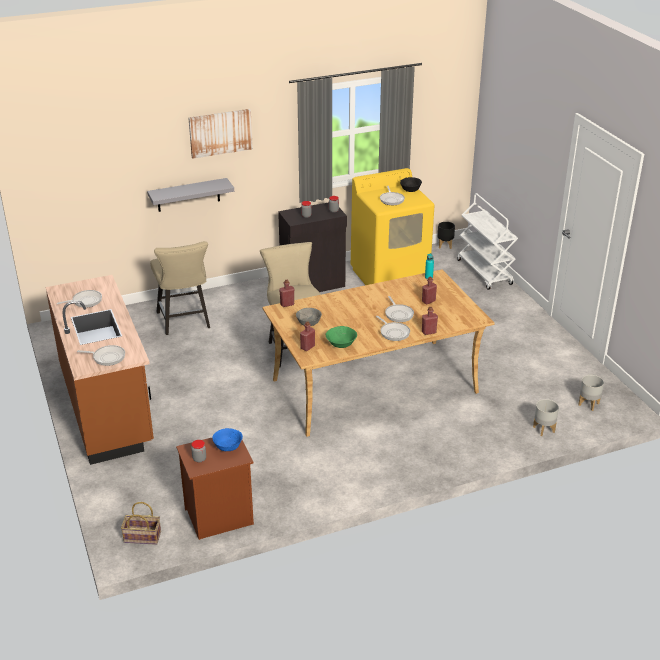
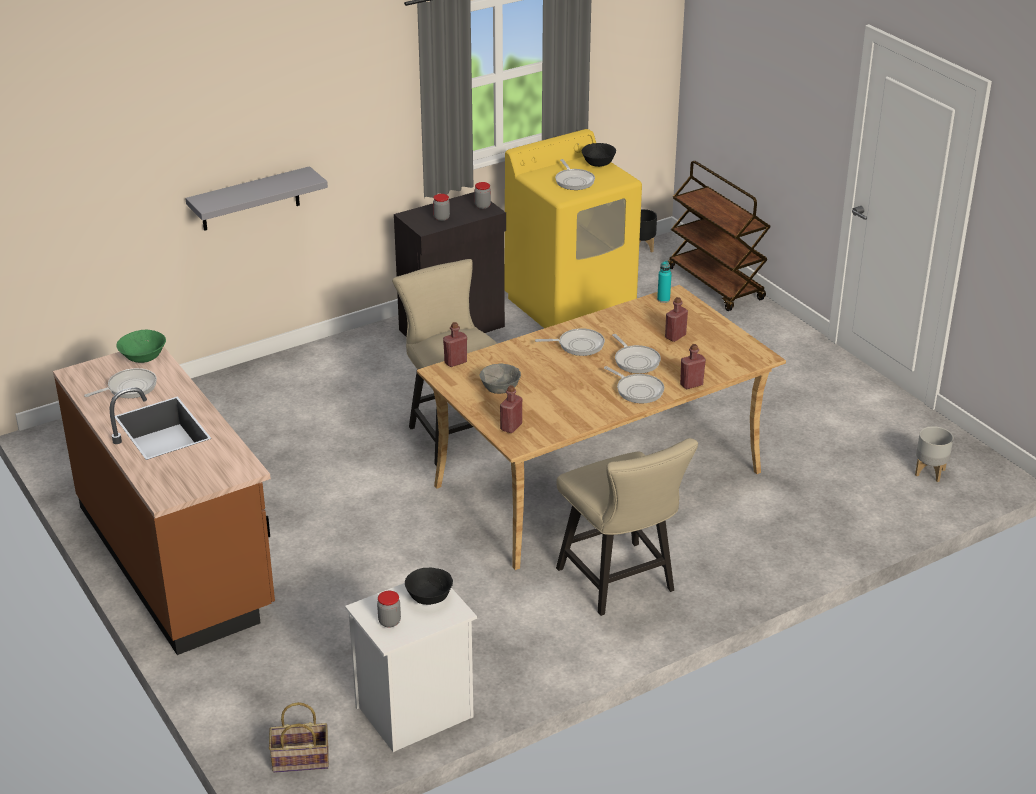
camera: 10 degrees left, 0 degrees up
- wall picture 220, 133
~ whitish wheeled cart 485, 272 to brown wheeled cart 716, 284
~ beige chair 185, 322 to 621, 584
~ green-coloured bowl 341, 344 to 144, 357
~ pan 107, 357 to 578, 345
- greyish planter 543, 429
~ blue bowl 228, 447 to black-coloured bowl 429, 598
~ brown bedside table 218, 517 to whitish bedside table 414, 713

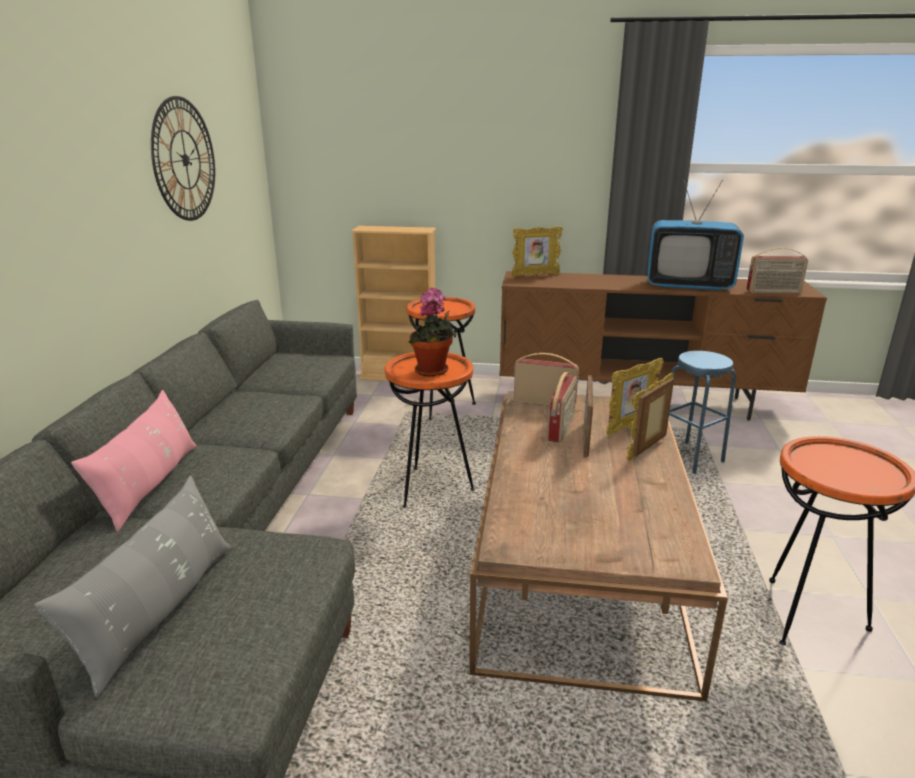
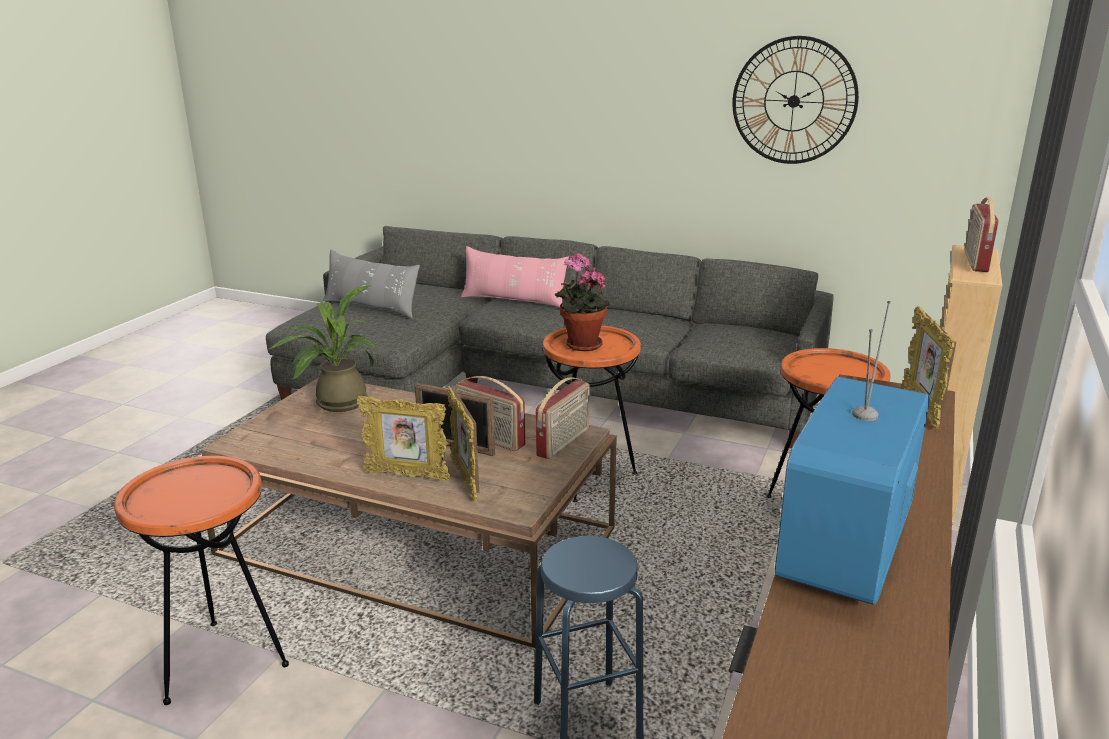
camera: 105 degrees right, 0 degrees up
~ radio 773, 292 to 974, 262
~ picture frame 647, 449 = 407, 476 135 degrees clockwise
+ potted plant 335, 404

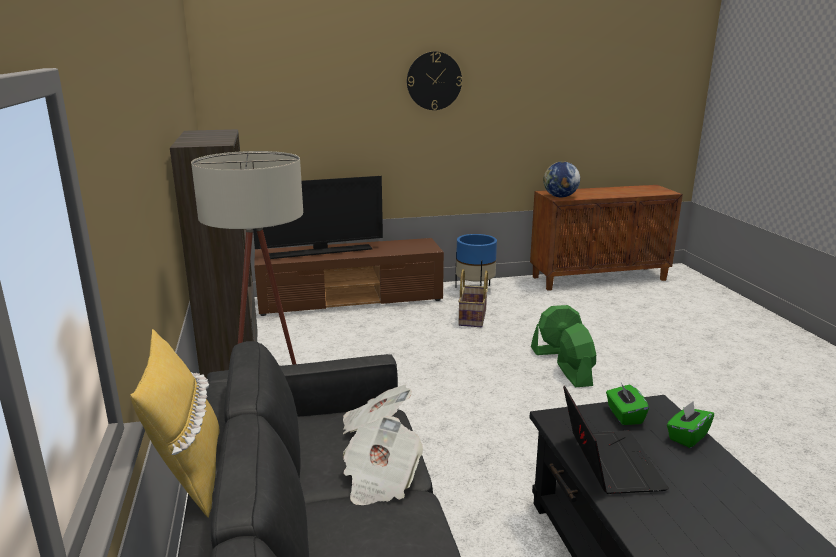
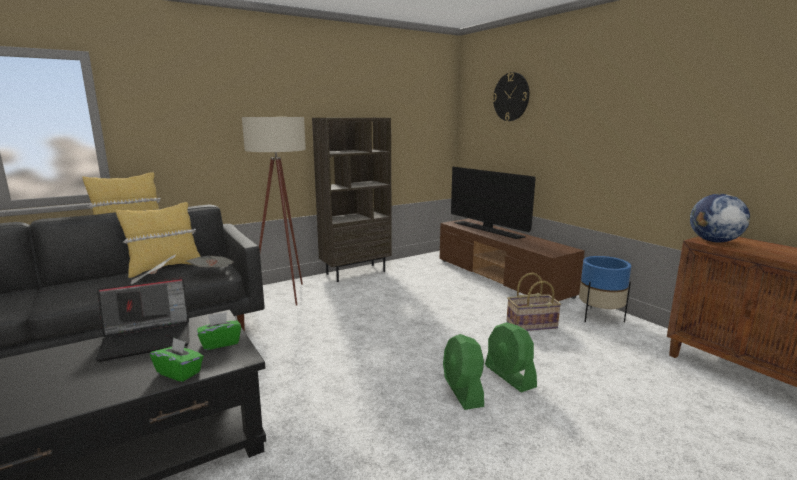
camera: 70 degrees right, 5 degrees down
~ clock on the wall 434, 81 to 511, 97
~ green-coloured fan 574, 374 = 462, 391 105 degrees clockwise
+ yellowish pillow 164, 268

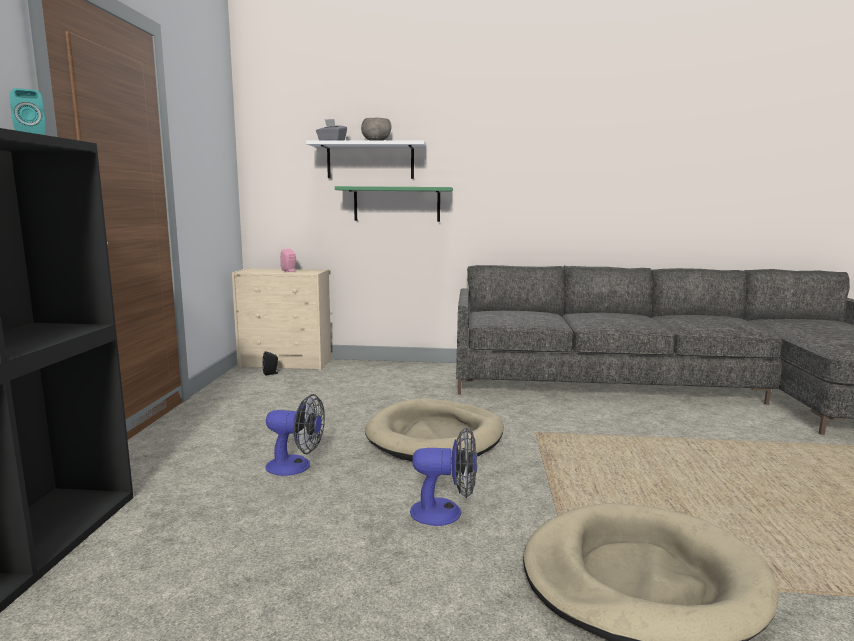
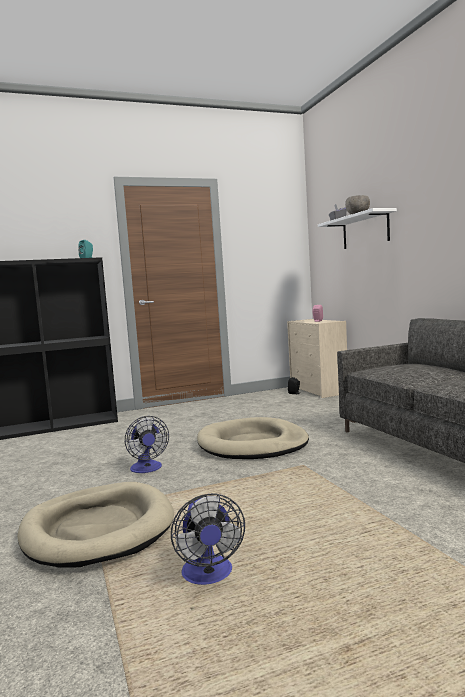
camera: 65 degrees right, 5 degrees down
- green-coloured shelf 397, 204
~ fan 296, 466 to 209, 576

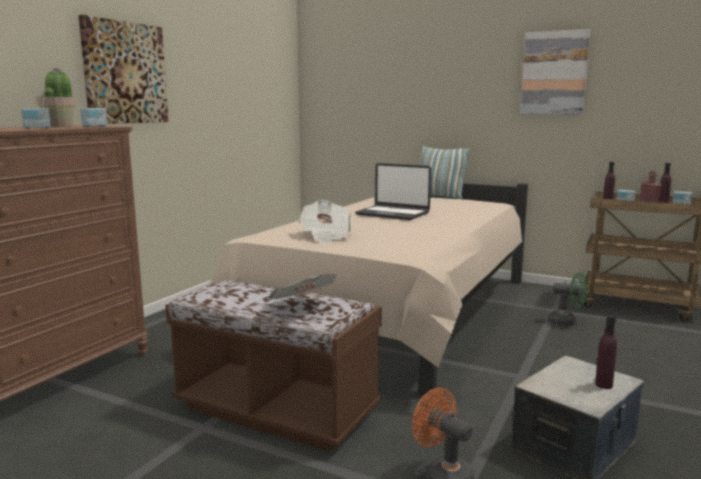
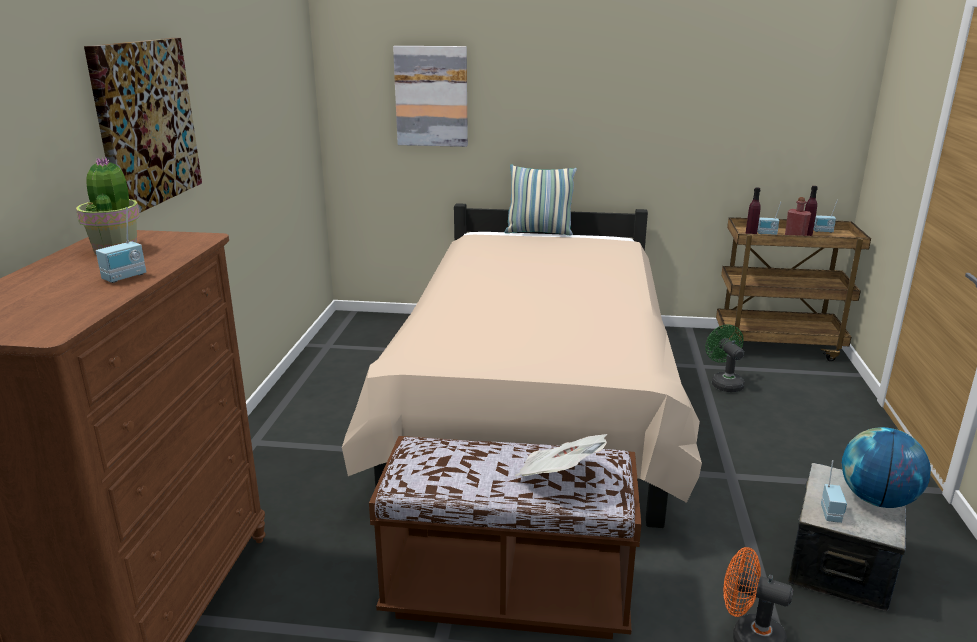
camera: 20 degrees left, 10 degrees up
~ wall picture 554, 73 to 431, 96
~ radio 95, 126 to 832, 514
- portable computer 393, 214
- daily paper 326, 236
~ green-coloured fan 567, 322 = 724, 383 105 degrees counterclockwise
~ purple drink bottle 603, 385 to globe 877, 500

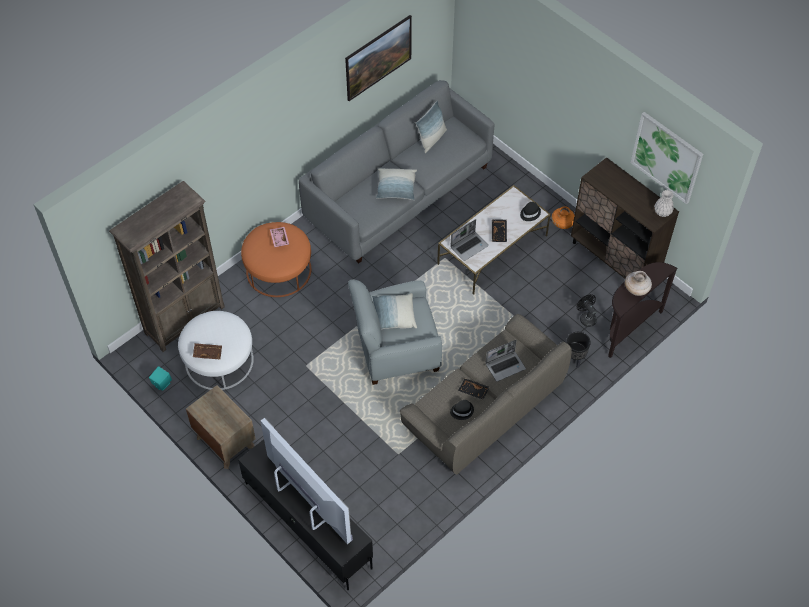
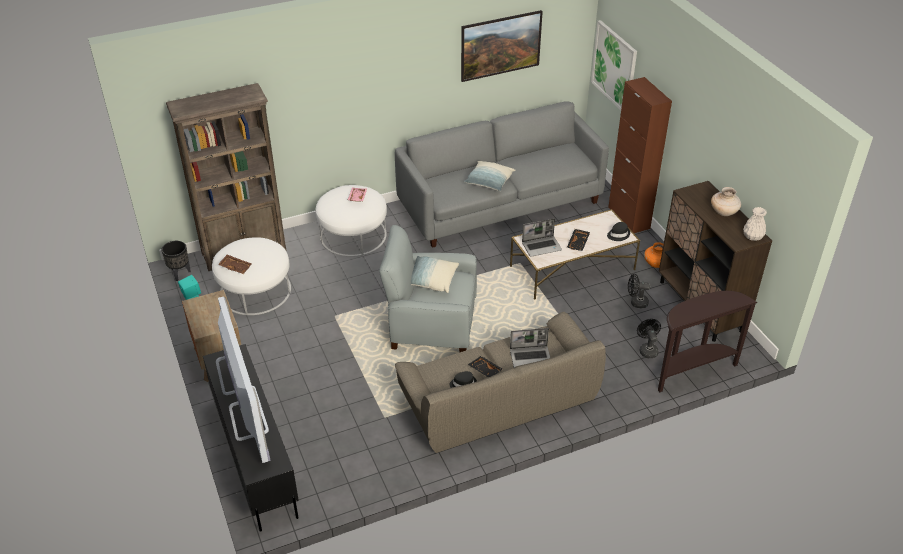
camera: 20 degrees right, 15 degrees down
- pillow 432, 139
~ wall picture 666, 157 to 614, 67
~ orange-coloured ottoman 278, 270 to whitish ottoman 353, 235
~ beige decorative vase 636, 289 to 724, 212
~ black-coloured planter 574, 359 to 179, 274
+ brown storage cabinet 629, 218
+ black-coloured fan 636, 302

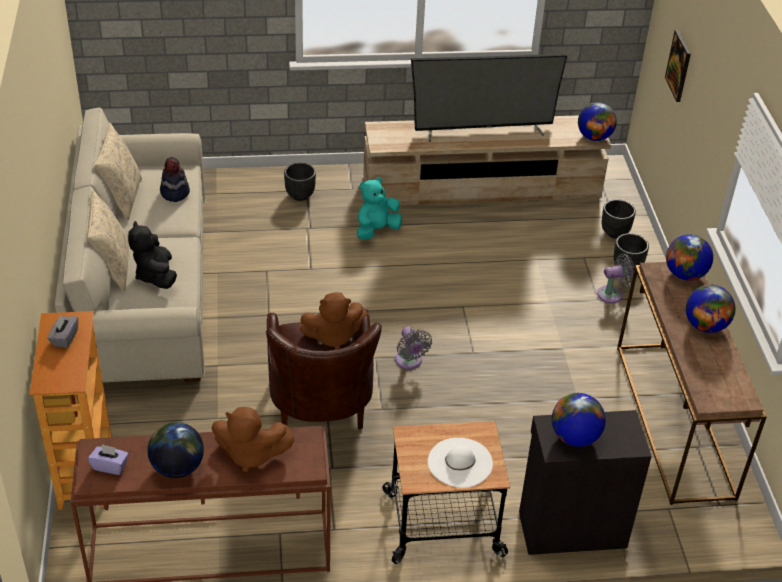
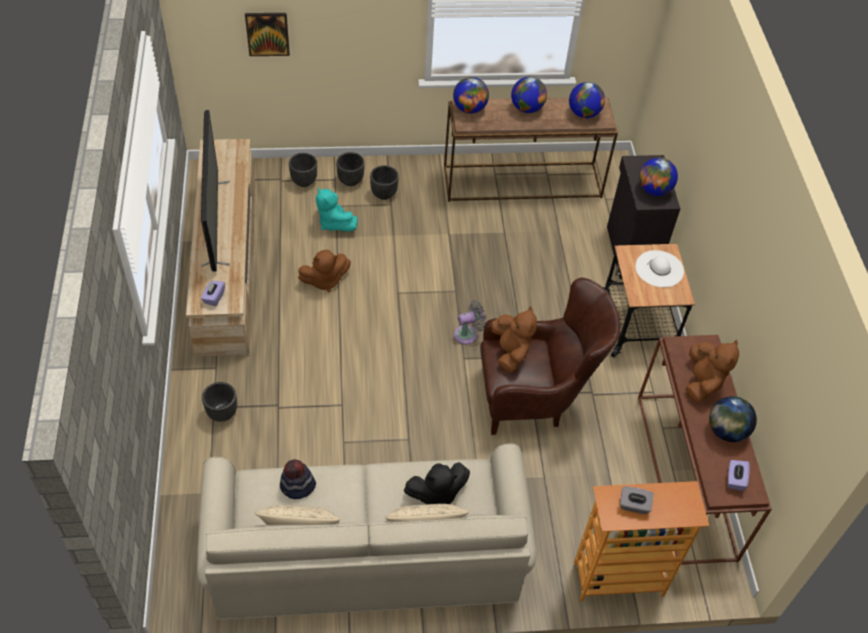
camera: 90 degrees left, 10 degrees up
~ globe 594, 137 to 584, 113
~ turquoise cuddly toy 376, 230 to 334, 223
~ greyish fan 612, 294 to black-coloured planter 383, 194
+ brown cuddly toy 325, 281
+ purple tissue holder 214, 297

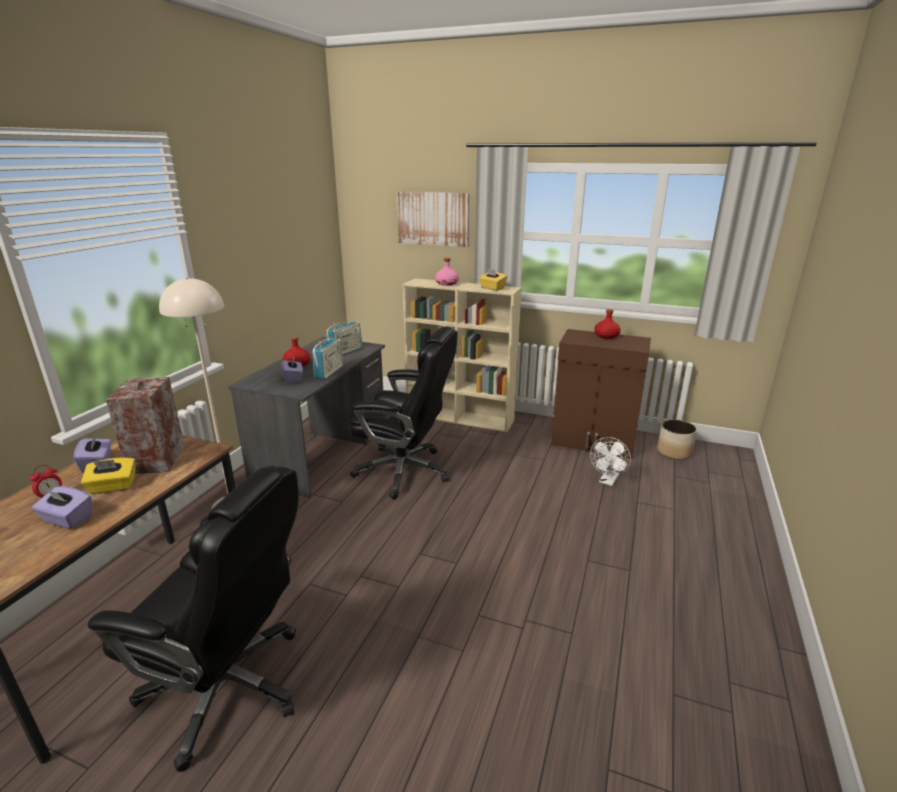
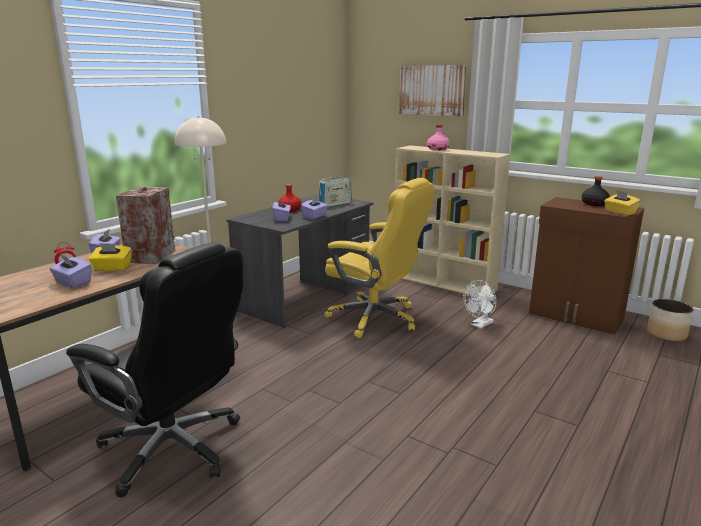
camera: 15 degrees right, 5 degrees down
~ yellowish tissue holder 492, 288 to 620, 213
~ red drink bottle 606, 336 to black-coloured drink bottle 594, 204
~ black-coloured desk chair 405, 471 to yellowish desk chair 375, 318
~ radio 329, 372 to purple tissue holder 314, 216
~ whitish fan 608, 481 to 480, 325

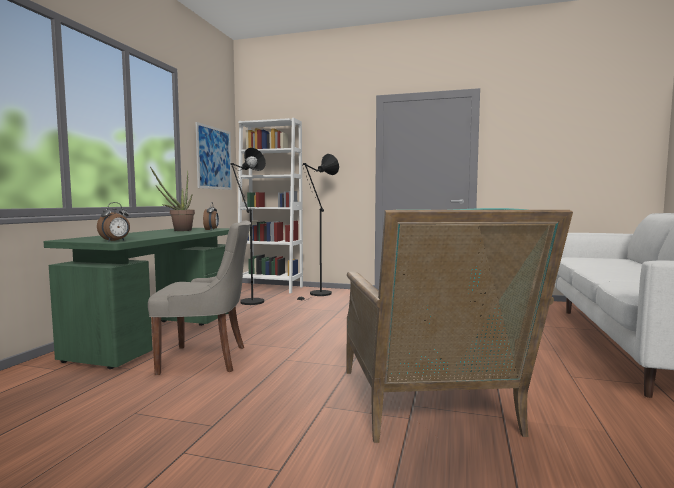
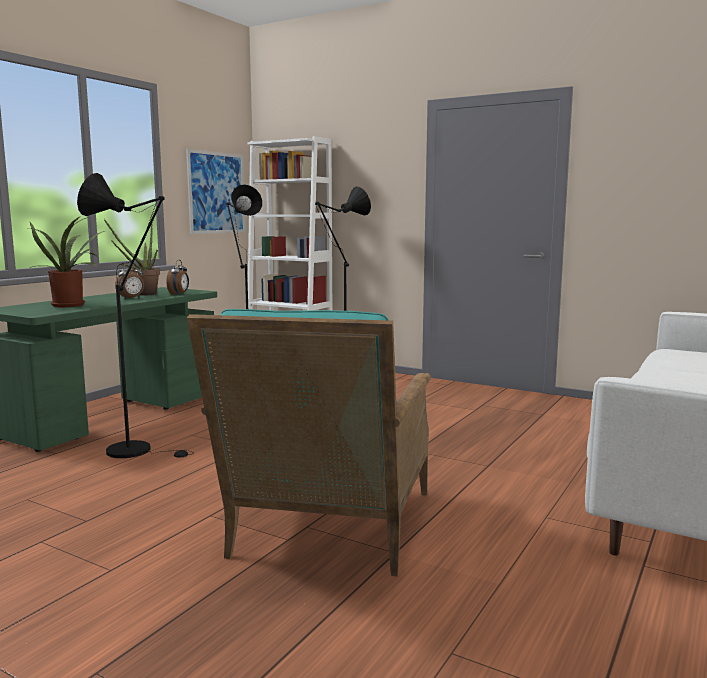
camera: 15 degrees right, 5 degrees up
~ alarm clock 115, 241 to 131, 298
~ greyish chair 206, 359 to black-coloured standing lamp 137, 450
+ potted plant 70, 305

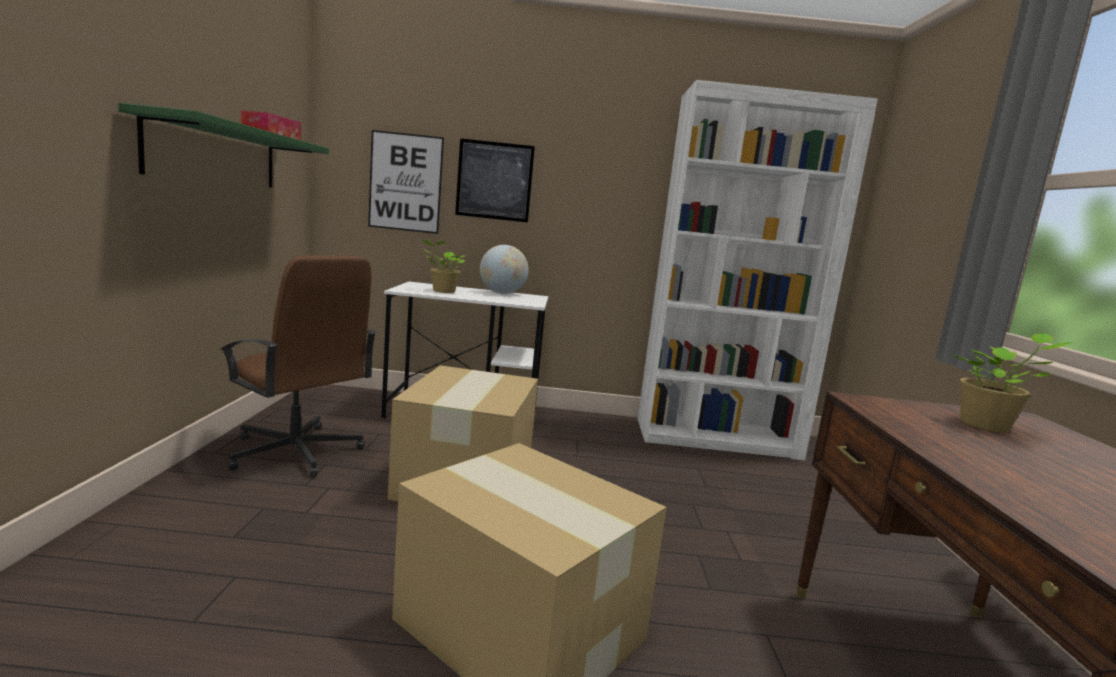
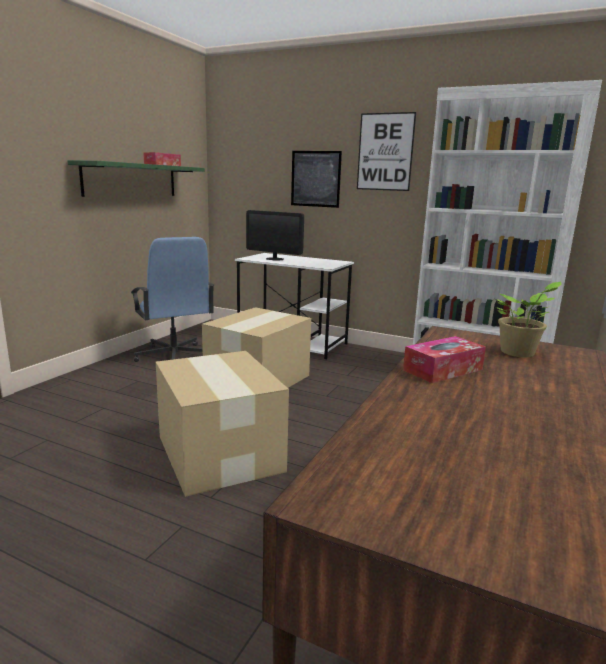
camera: 25 degrees right, 5 degrees up
~ wall picture 405, 182 to 385, 152
~ potted plant 442, 291 to computer display 274, 259
- globe 502, 293
~ brown desk chair 295, 452 to blue desk chair 174, 356
+ tissue holder 443, 370

